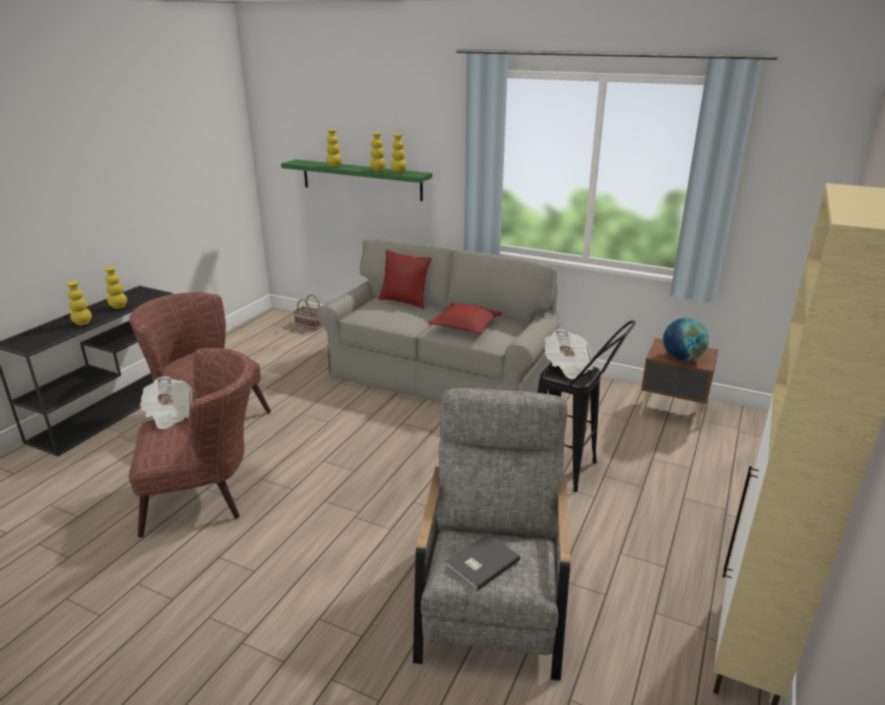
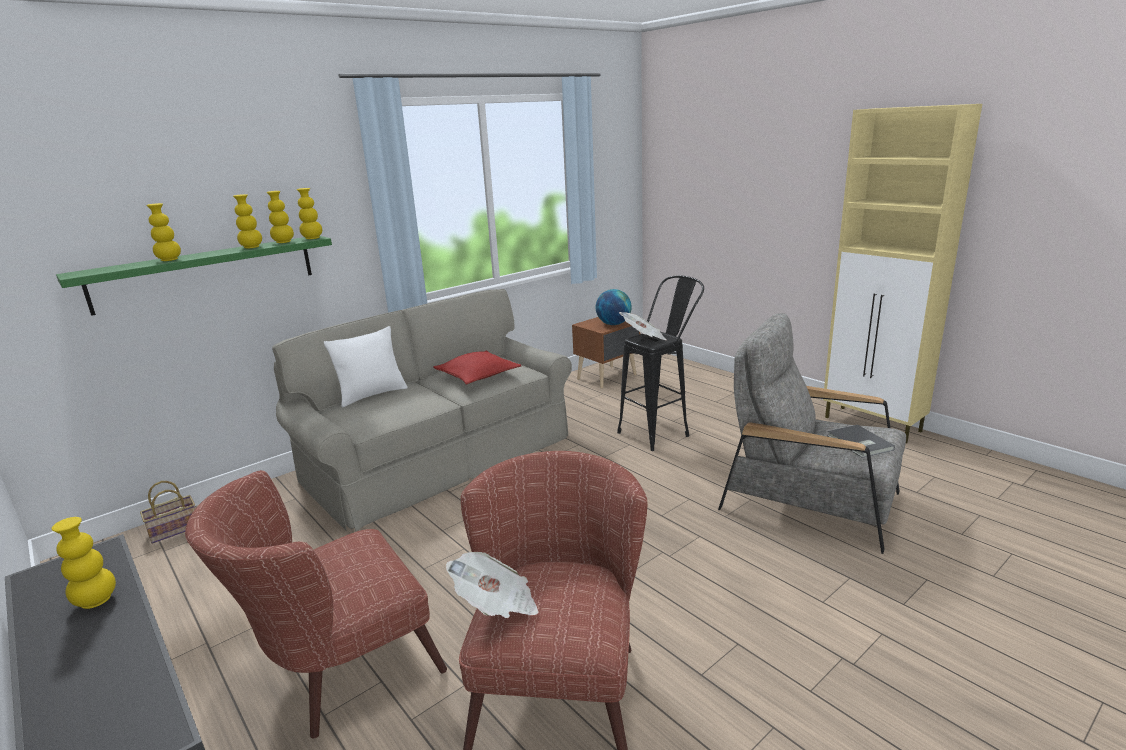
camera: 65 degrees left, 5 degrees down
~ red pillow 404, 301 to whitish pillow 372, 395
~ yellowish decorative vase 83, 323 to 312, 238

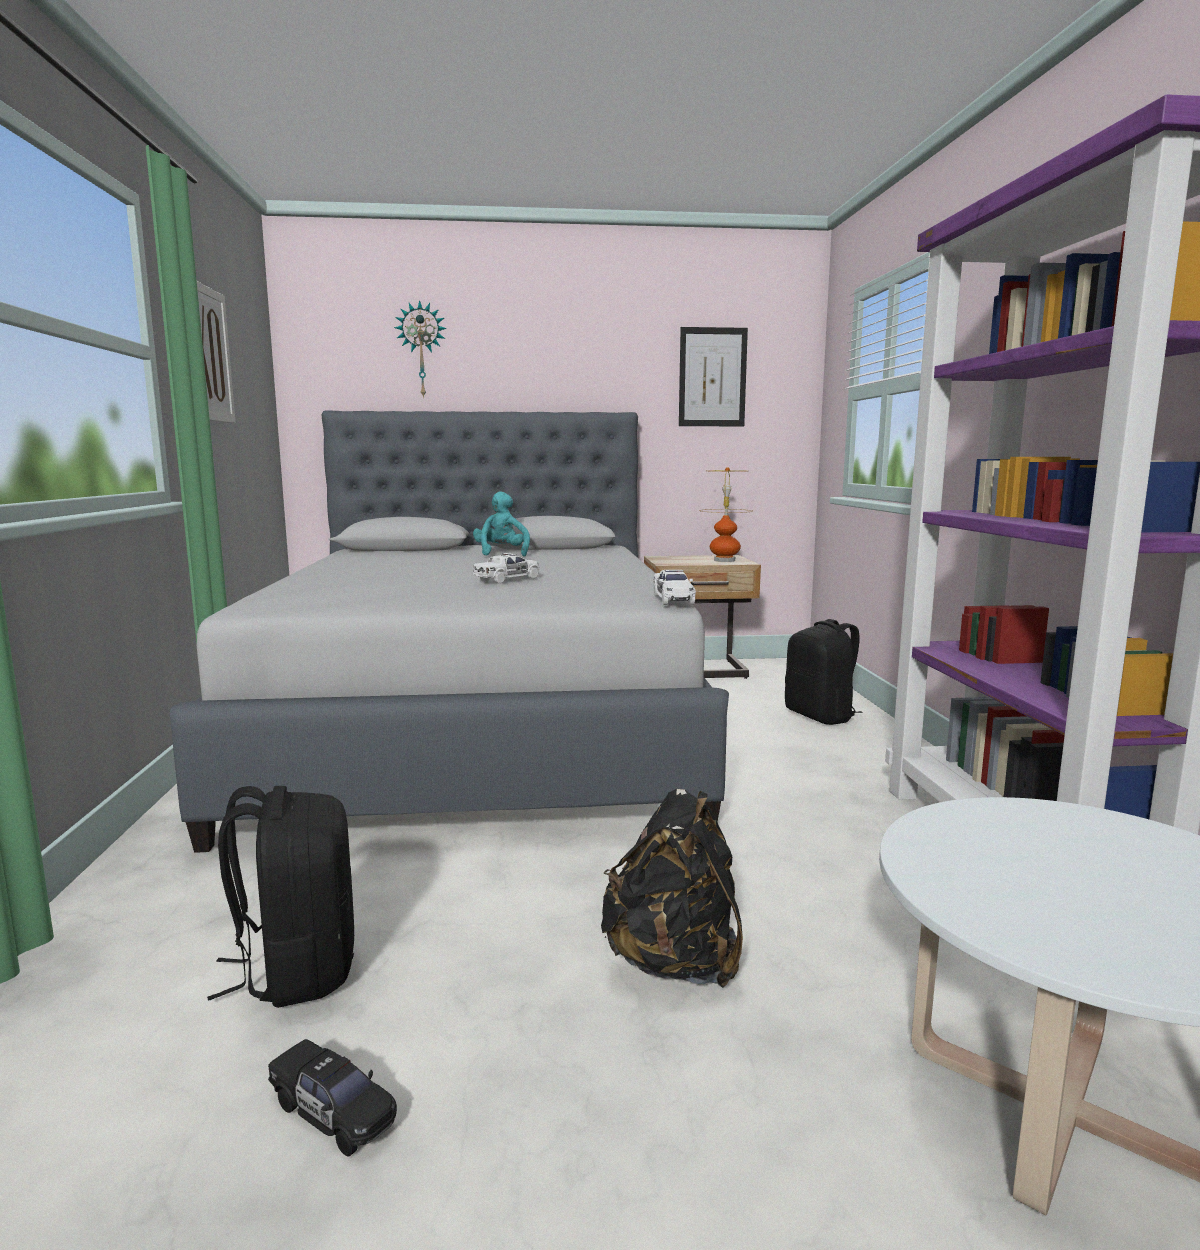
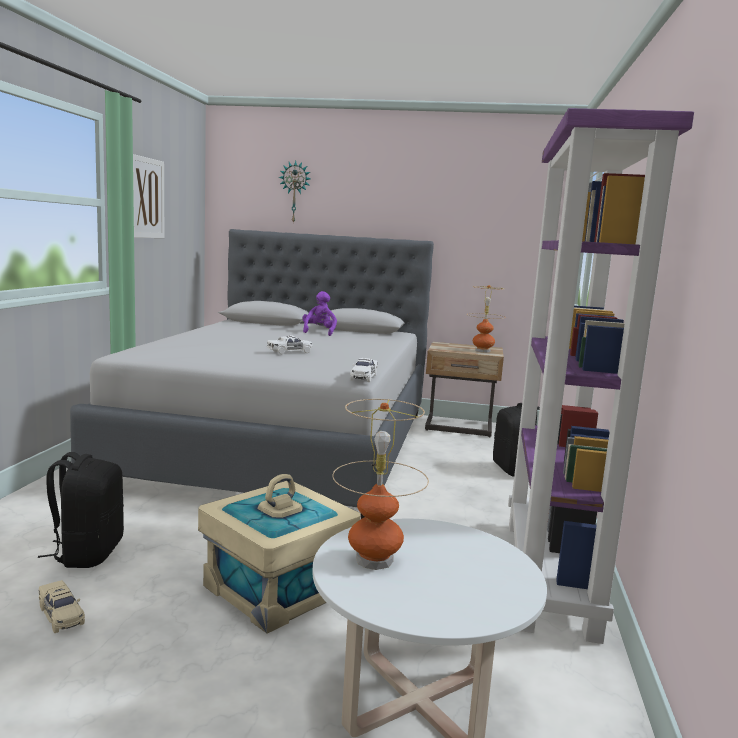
camera: 15 degrees right, 0 degrees up
- wall picture 712, 377
~ turquoise cuddly toy 501, 554 to purple cuddly toy 319, 332
~ black-coloured knapsack 675, 962 to beige storage box 277, 590
~ black-coloured toy car 333, 1112 to beige toy car 61, 615
+ tabletop lamp 373, 560

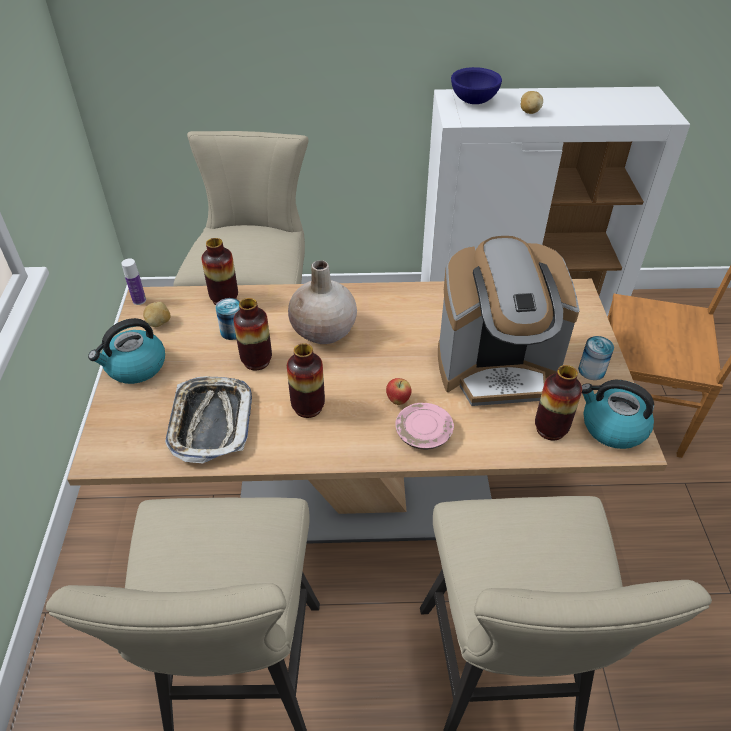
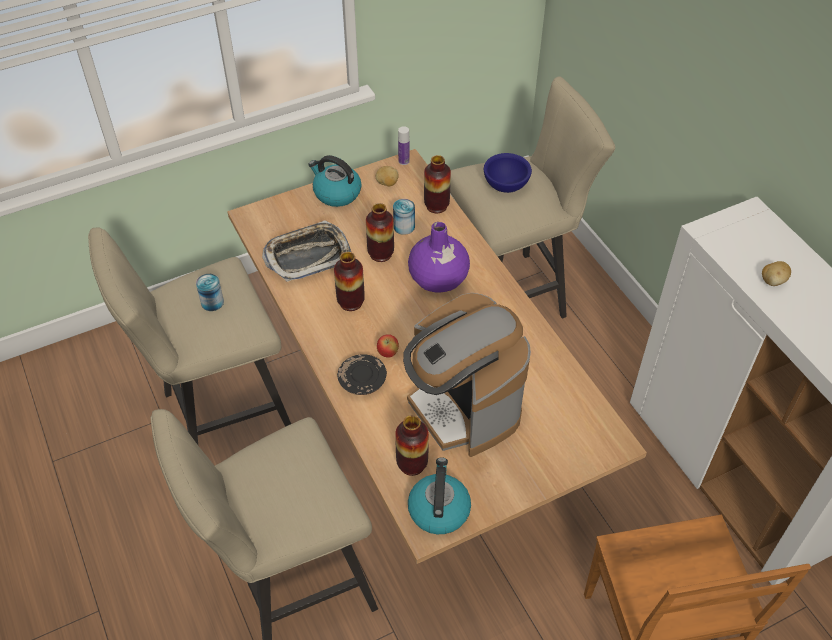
camera: 65 degrees right, 5 degrees up
~ blue bowl 473, 101 to 506, 185
~ beige decorative vase 324, 331 to purple decorative vase 438, 279
~ can 591, 370 to 212, 302
~ pinkish dinner plate 423, 433 to black-coloured dinner plate 362, 380

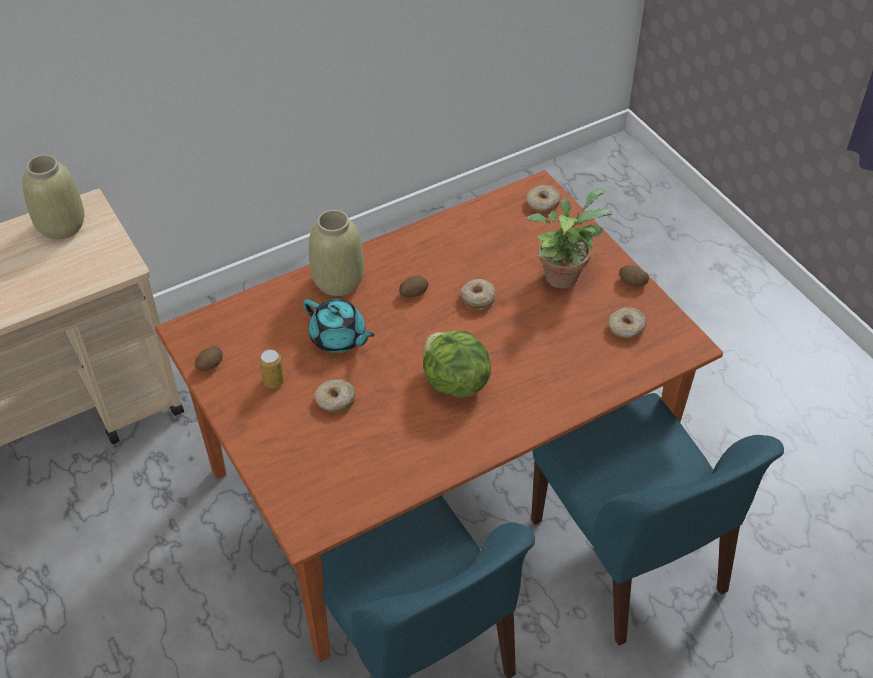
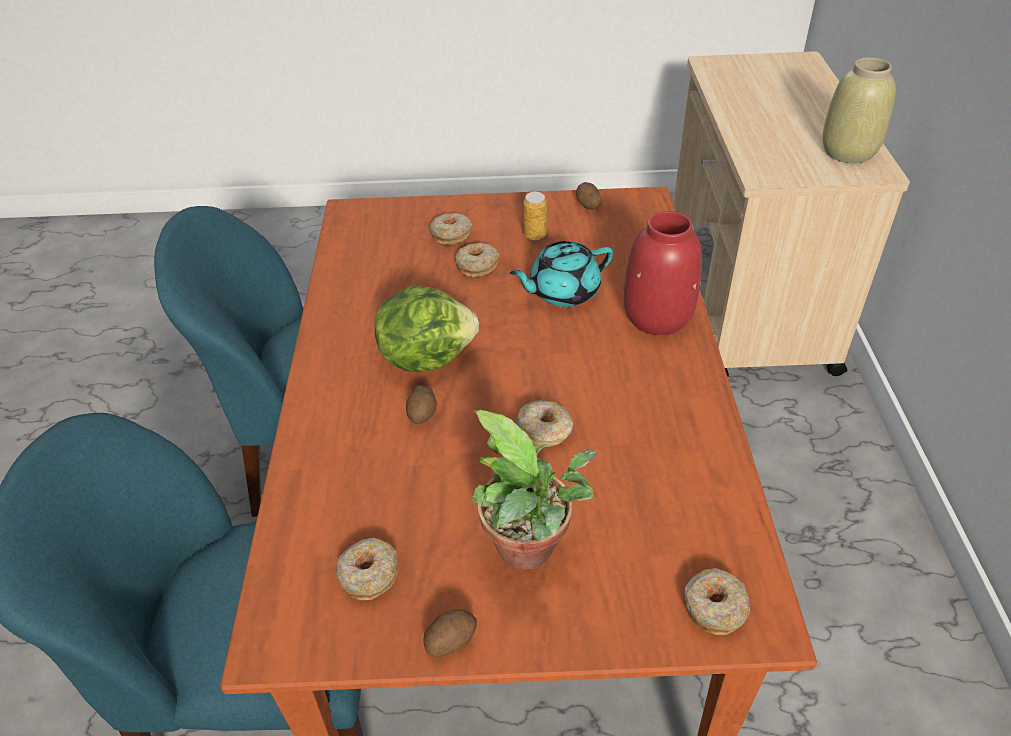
camera: 120 degrees right, 5 degrees down
~ beige decorative vase 339, 281 to red decorative vase 658, 318
~ spud 413, 292 to 422, 413
+ doughnut 451, 234

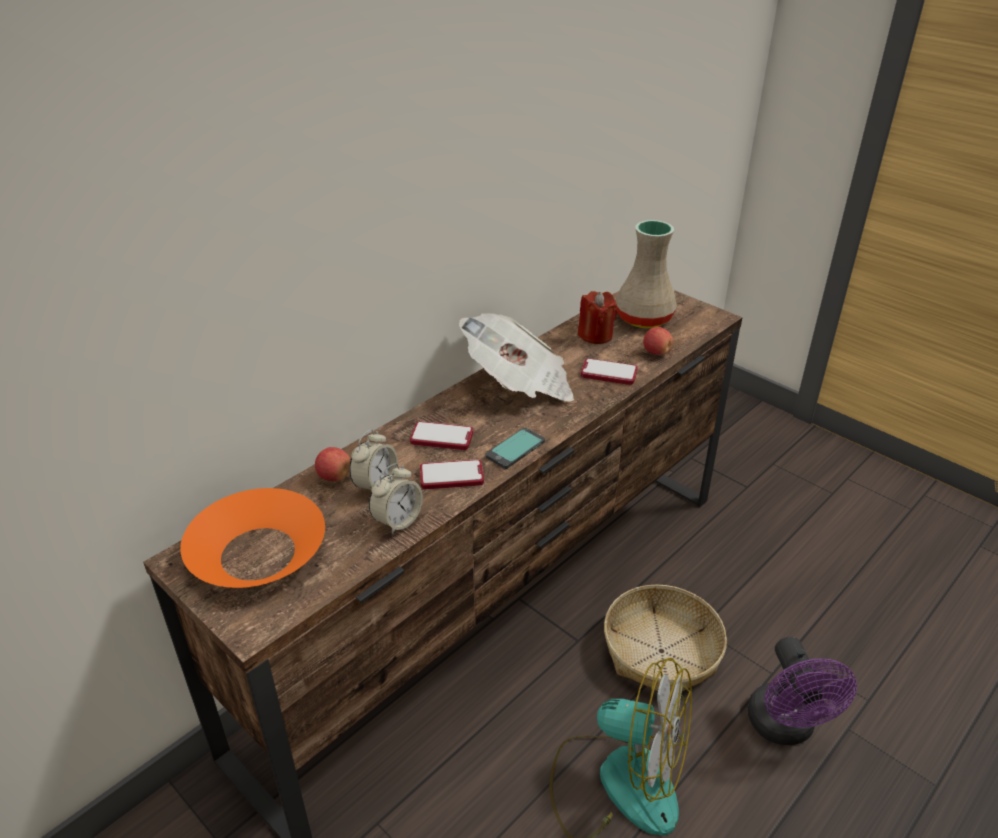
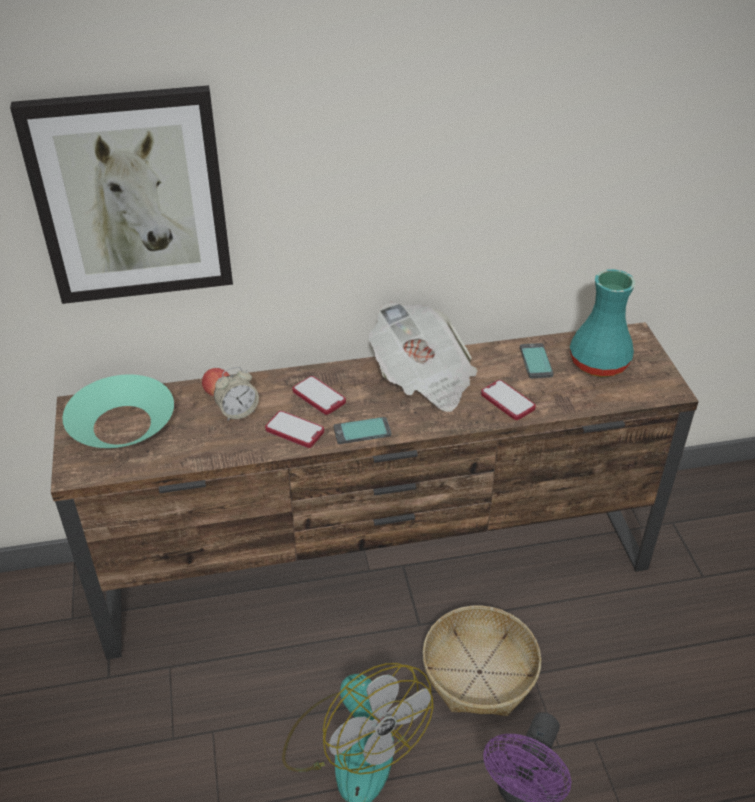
camera: 35 degrees right, 5 degrees up
~ beige decorative vase 645, 318 to turquoise decorative vase 600, 364
~ red wax candle 595, 335 to phone 535, 361
- apple fruit 656, 352
- alarm clock 397, 521
~ orange-coloured bowl 258, 553 to turquoise bowl 122, 425
+ wall picture 131, 197

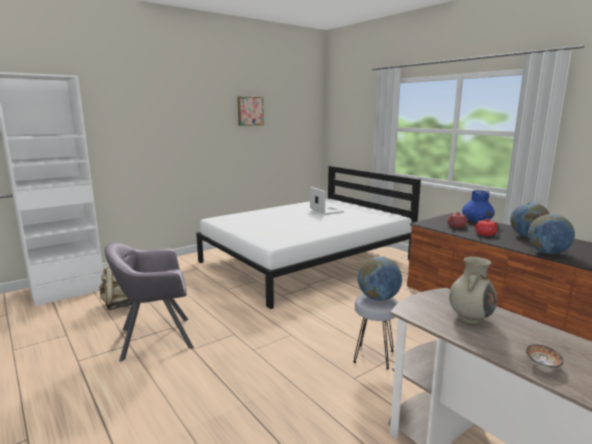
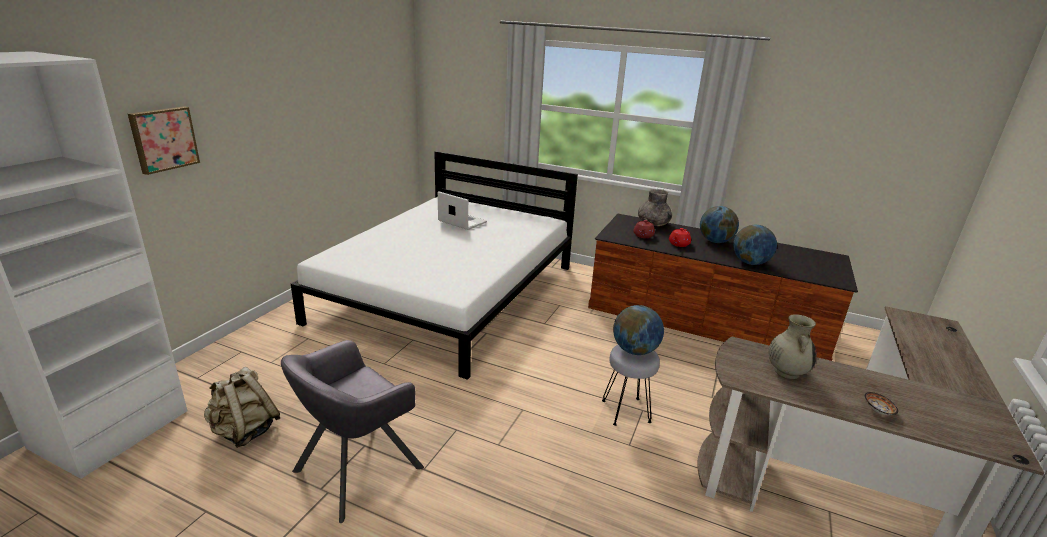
camera: 30 degrees left, 10 degrees up
~ wall picture 250, 111 to 163, 139
~ blue decorative vase 476, 221 to greyish decorative vase 653, 224

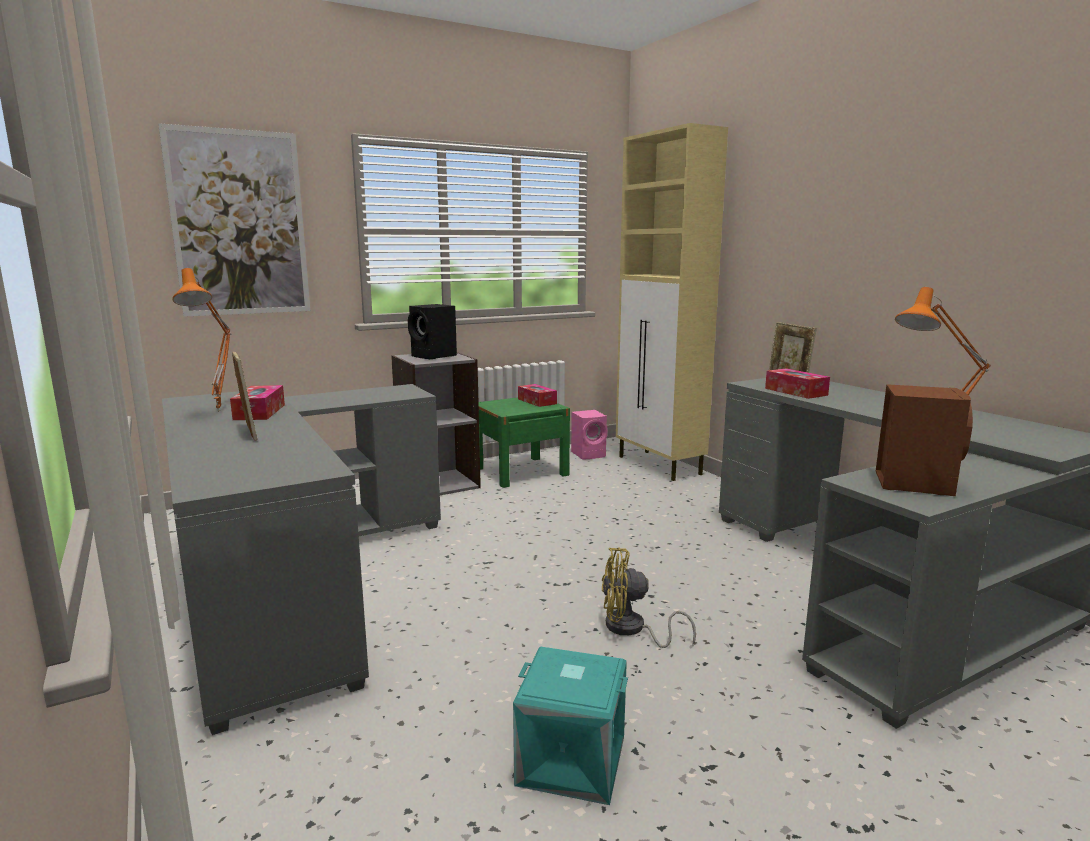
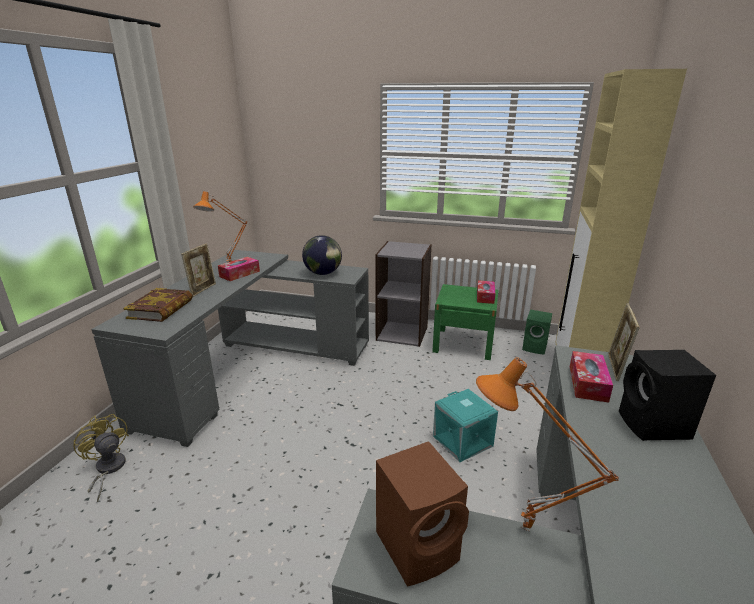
camera: 45 degrees right, 10 degrees up
- wall picture 239, 224
~ black-coloured audio speaker 434, 356 to 654, 426
~ pinkish audio speaker 589, 454 to green-coloured audio speaker 535, 347
~ yellowish fan 632, 630 to 107, 470
~ turquoise storage box 570, 762 to 461, 441
+ globe 323, 273
+ volume 161, 309

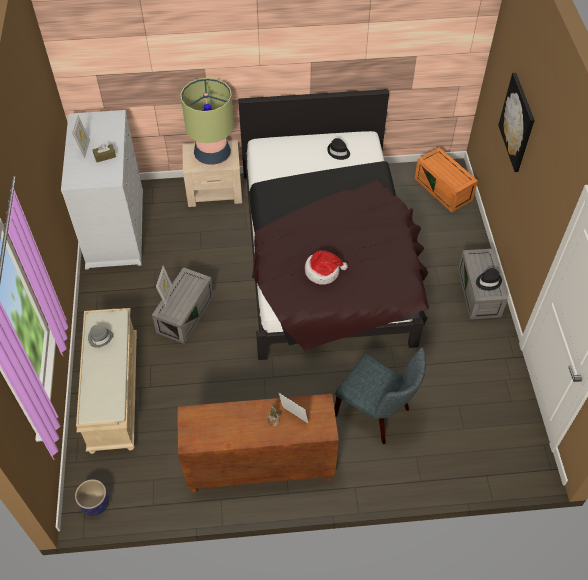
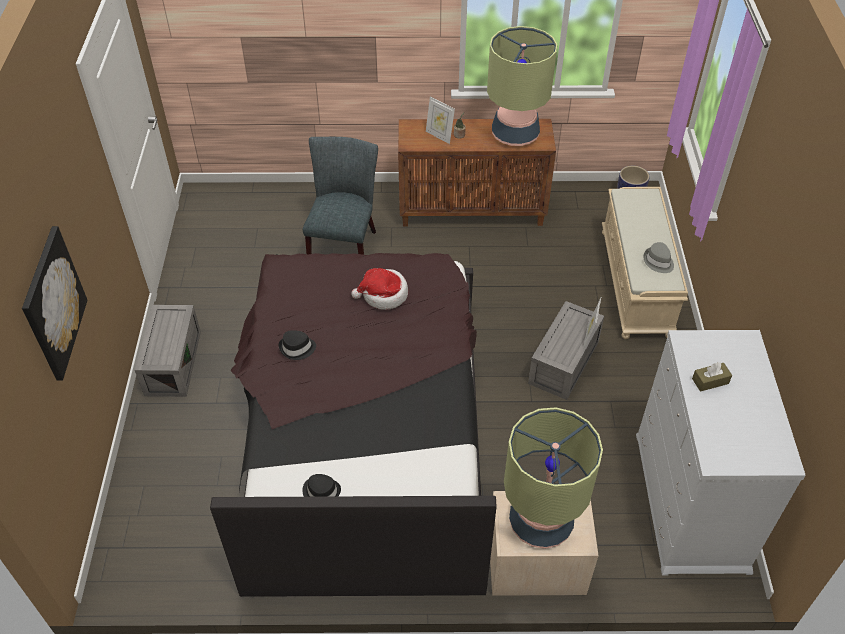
camera: 175 degrees left, 5 degrees down
- picture frame 84, 148
- orange-coloured storage box 444, 189
~ black-coloured hat 488, 281 to 297, 348
~ greyish chair 376, 413 = 344, 246 60 degrees clockwise
+ tabletop lamp 515, 135

